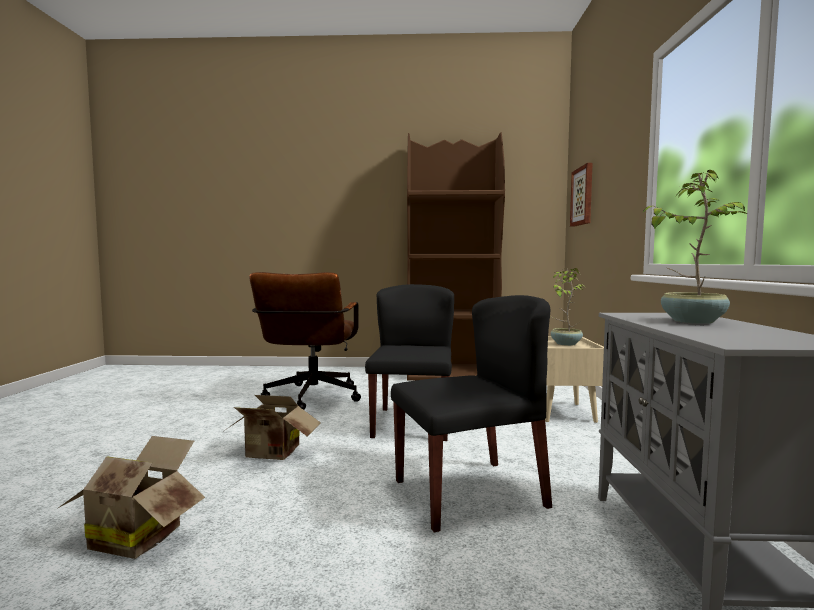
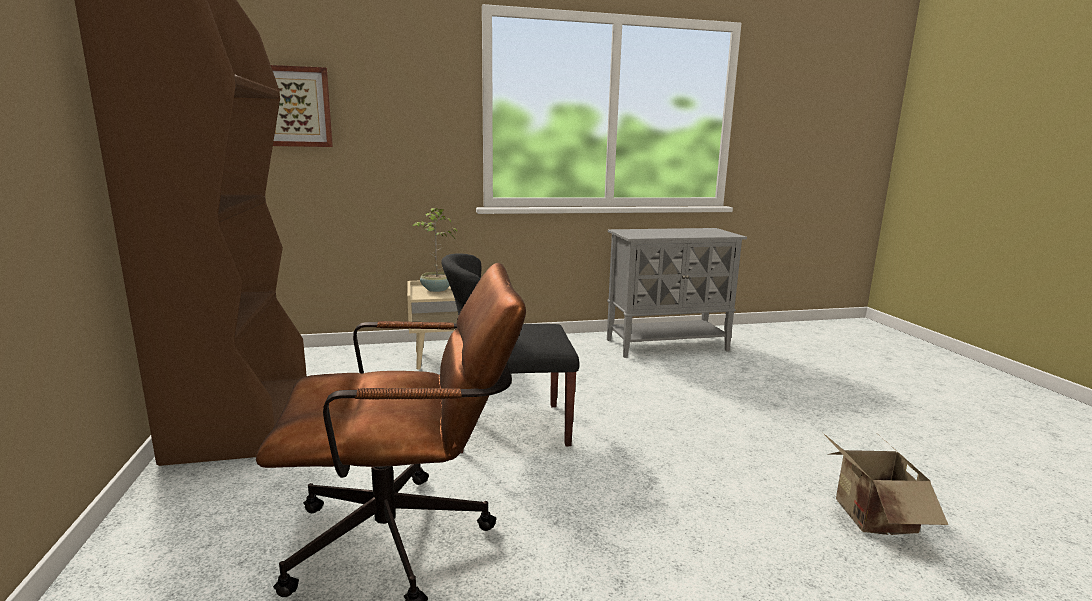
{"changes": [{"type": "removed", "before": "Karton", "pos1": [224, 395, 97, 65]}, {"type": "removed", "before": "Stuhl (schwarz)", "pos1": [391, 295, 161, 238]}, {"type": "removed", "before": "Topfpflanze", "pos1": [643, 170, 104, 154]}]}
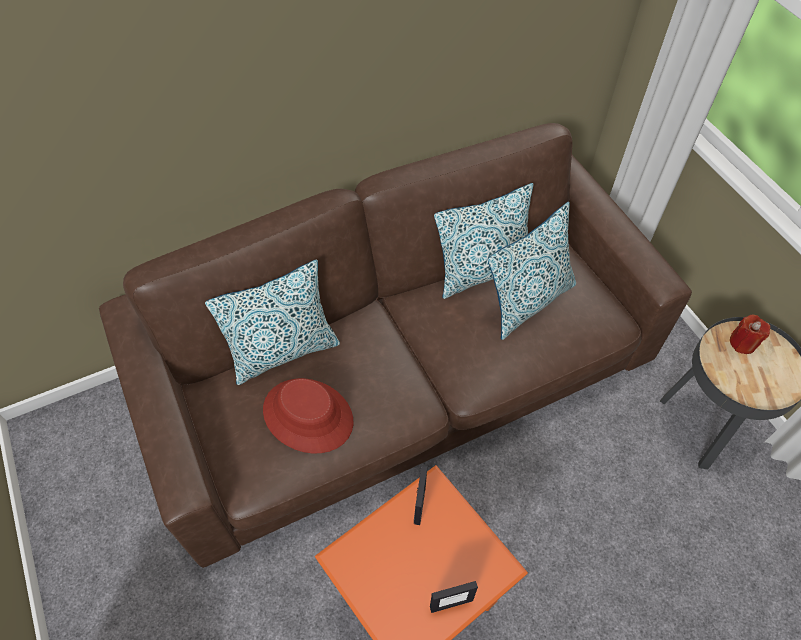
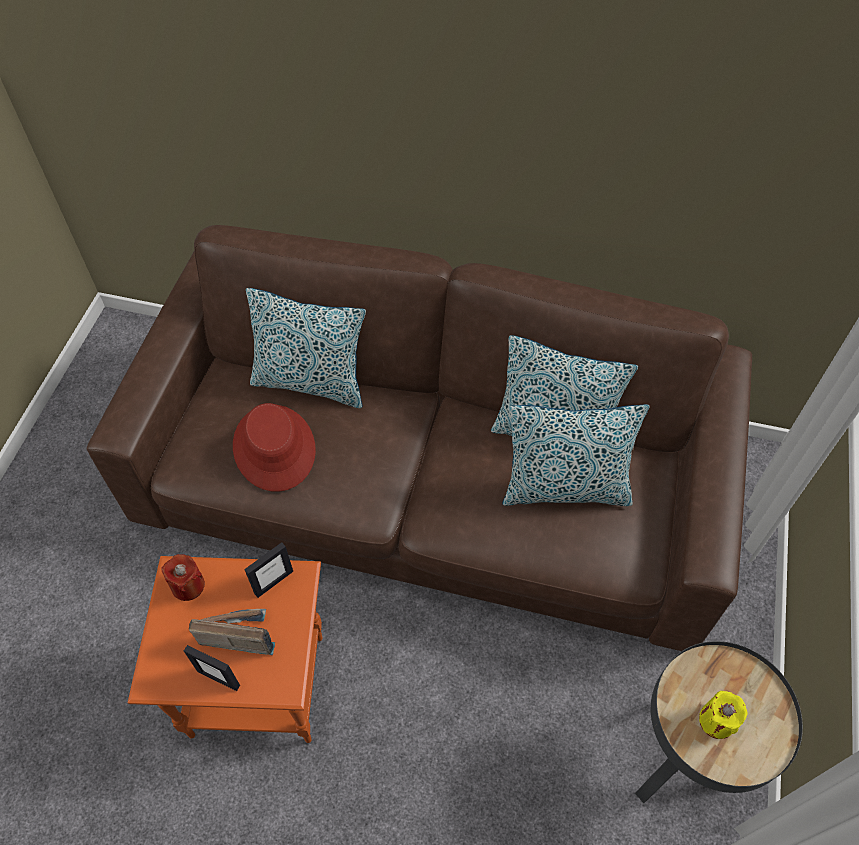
{"changes": [{"type": "moved", "before": "Kerze (rot)", "pos1": [730, 315, 40, 39], "pos2": [161, 554, 44, 47]}, {"type": "added", "after": "Radio", "pos2": [189, 609, 86, 46]}, {"type": "added", "after": "Kerze (gelb)", "pos2": [699, 691, 48, 48]}]}
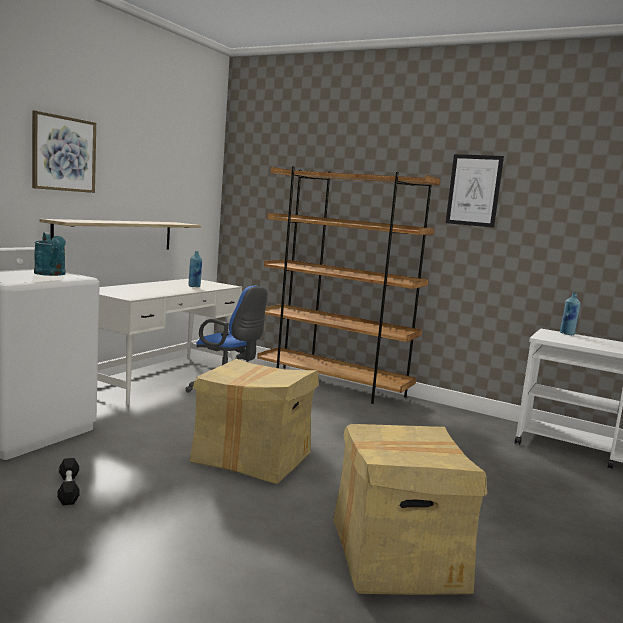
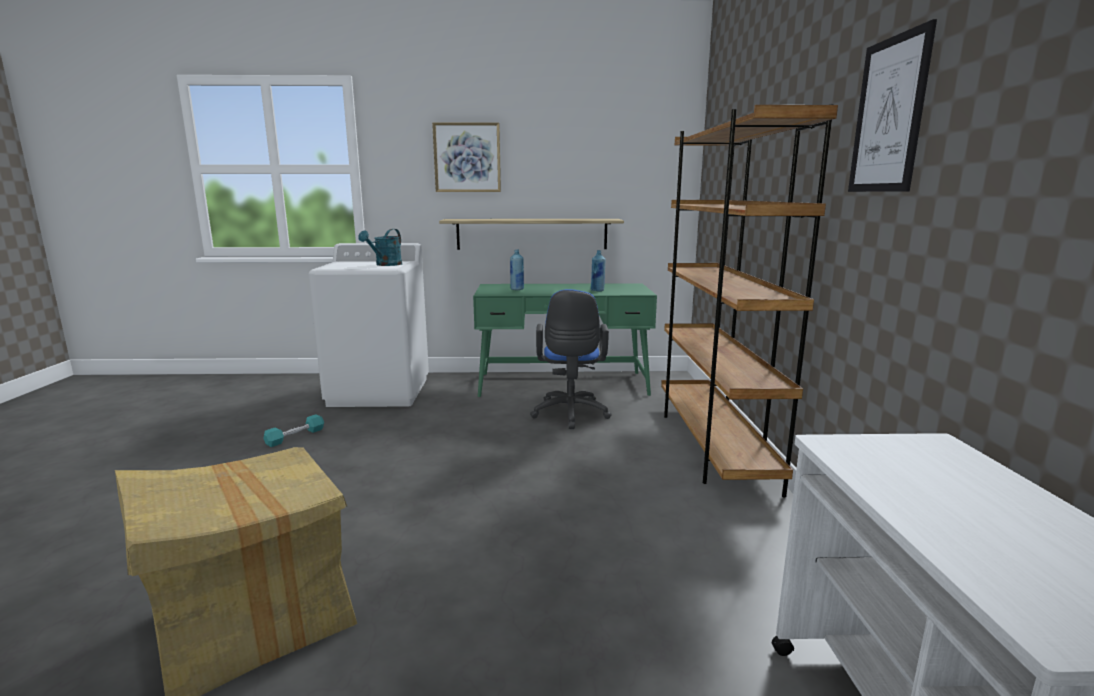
{"changes": [{"type": "recoloured", "before": "Hantel (schwarz)", "after": "Hantel (türkis)", "pos1": [57, 458, 23, 47], "pos2": [263, 414, 61, 33]}, {"type": "recoloured", "before": "Schreibtisch (weiß)", "after": "Schreibtisch (grün)", "pos1": [97, 279, 145, 126], "pos2": [473, 283, 184, 114]}, {"type": "removed", "before": "Karton", "pos1": [190, 359, 129, 125]}, {"type": "moved", "before": "Flasche (blau)", "pos1": [560, 293, 21, 42], "pos2": [510, 250, 14, 40]}]}
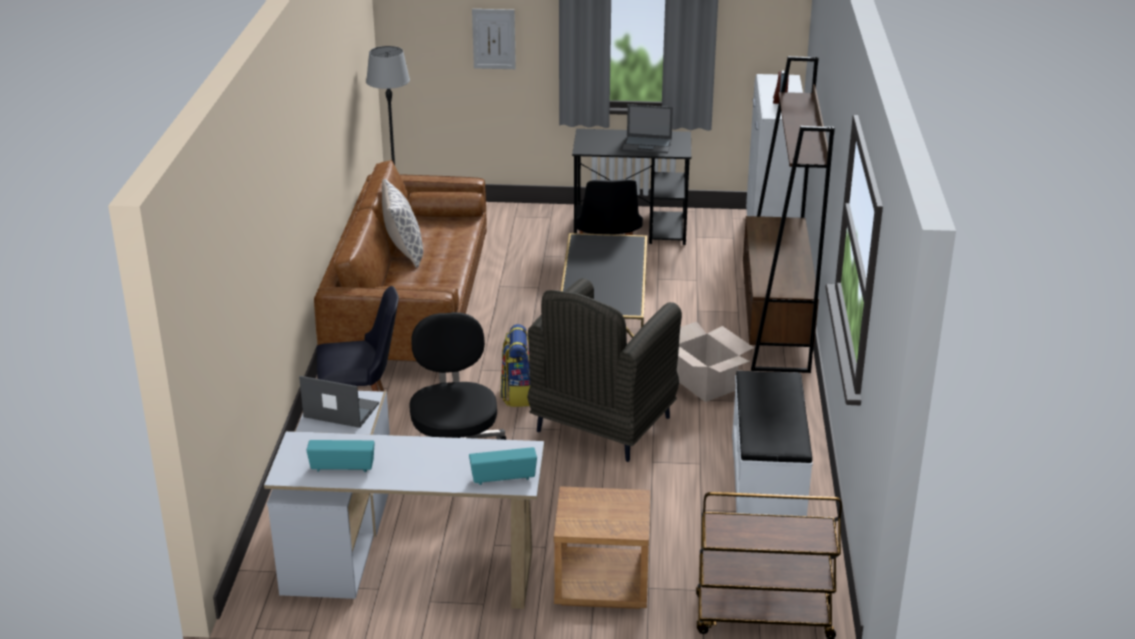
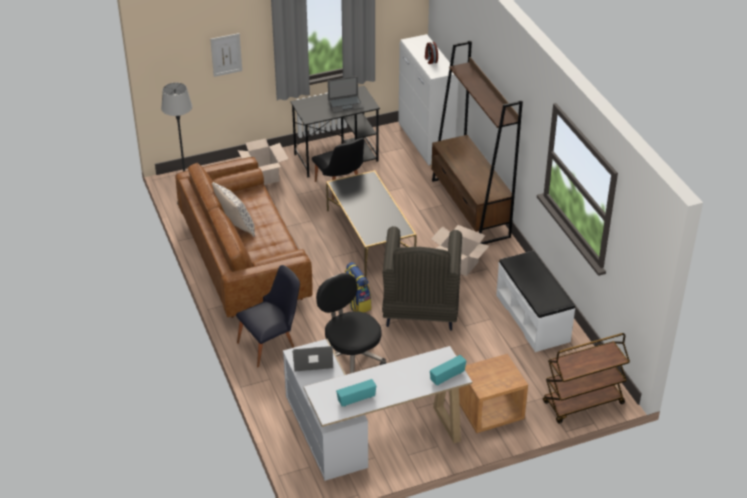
{"changes": [{"type": "added", "after": "Karton", "pos2": [238, 138, 51, 47]}]}
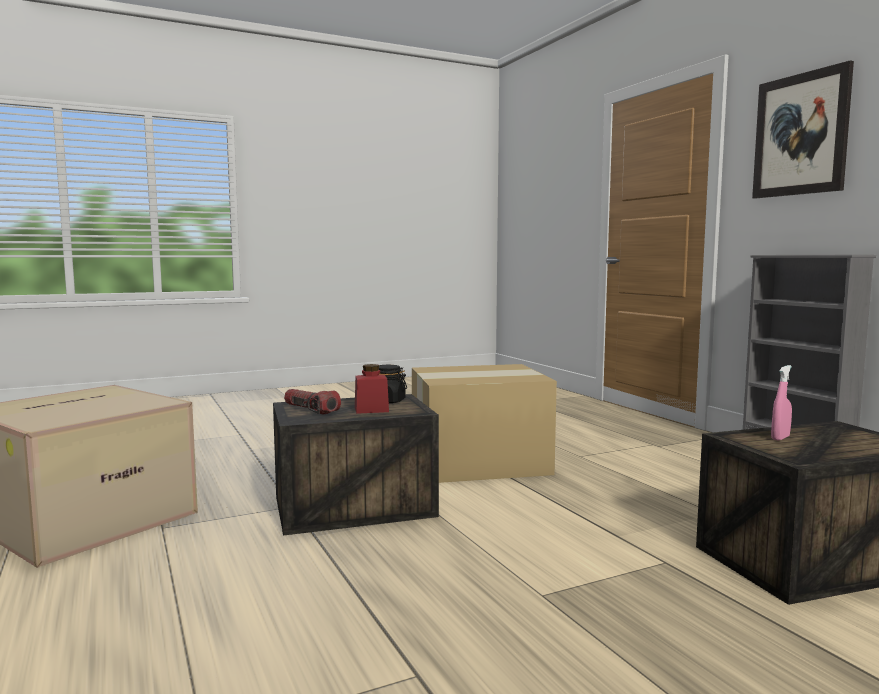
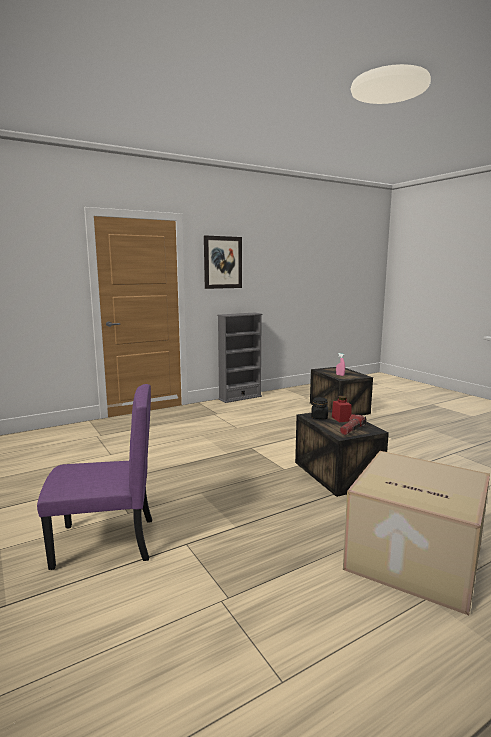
{"changes": [{"type": "removed", "before": "Karton", "pos1": [412, 364, 145, 119]}, {"type": "added", "after": "Stuhl (lila)", "pos2": [37, 384, 115, 186]}]}
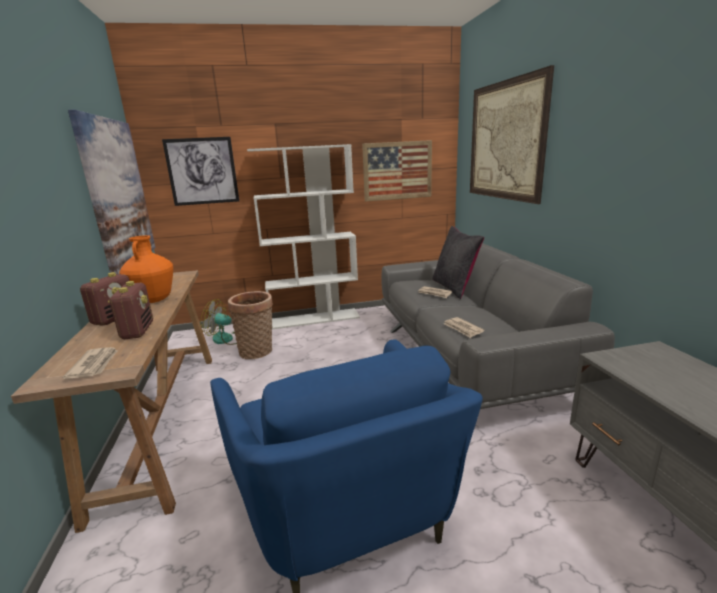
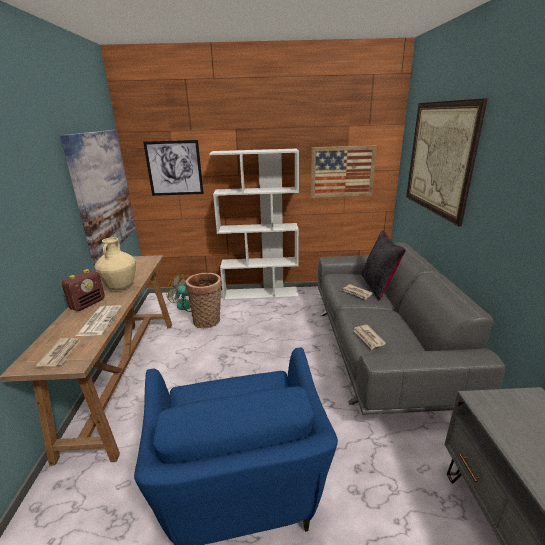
{"changes": [{"type": "replaced", "before": "Radio", "after": "Zeitung", "pos1": [108, 281, 45, 58], "pos2": [76, 306, 46, 30]}, {"type": "recoloured", "before": "Vase (orange)", "after": "Vase (beige)", "pos1": [119, 235, 54, 68], "pos2": [94, 237, 42, 54]}]}
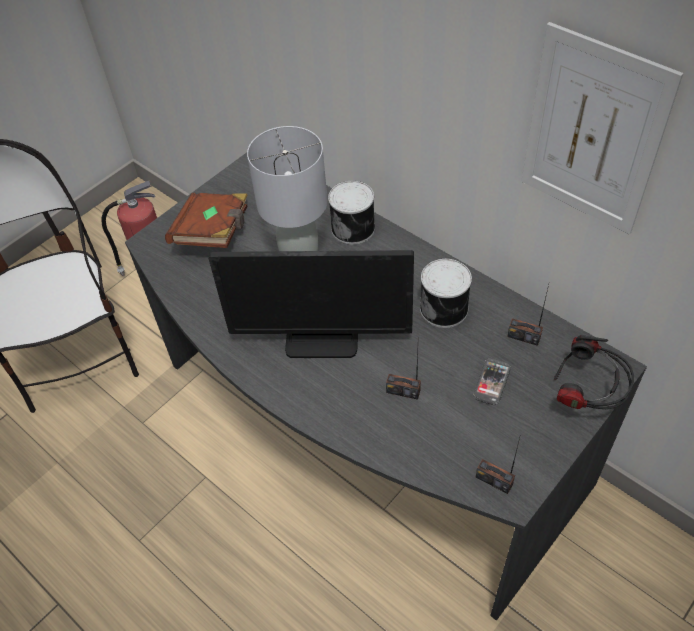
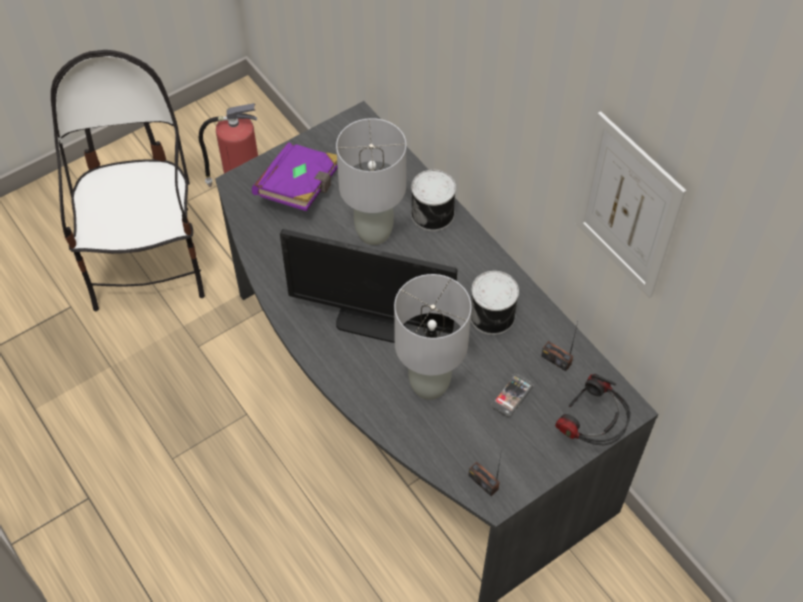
{"changes": [{"type": "recoloured", "before": "Buch (braun)", "after": "Buch (lila)", "pos1": [165, 193, 83, 55], "pos2": [252, 142, 86, 69]}, {"type": "replaced", "before": "Radio", "after": "Tischlampe (grau)", "pos1": [386, 351, 35, 49], "pos2": [394, 274, 78, 126]}]}
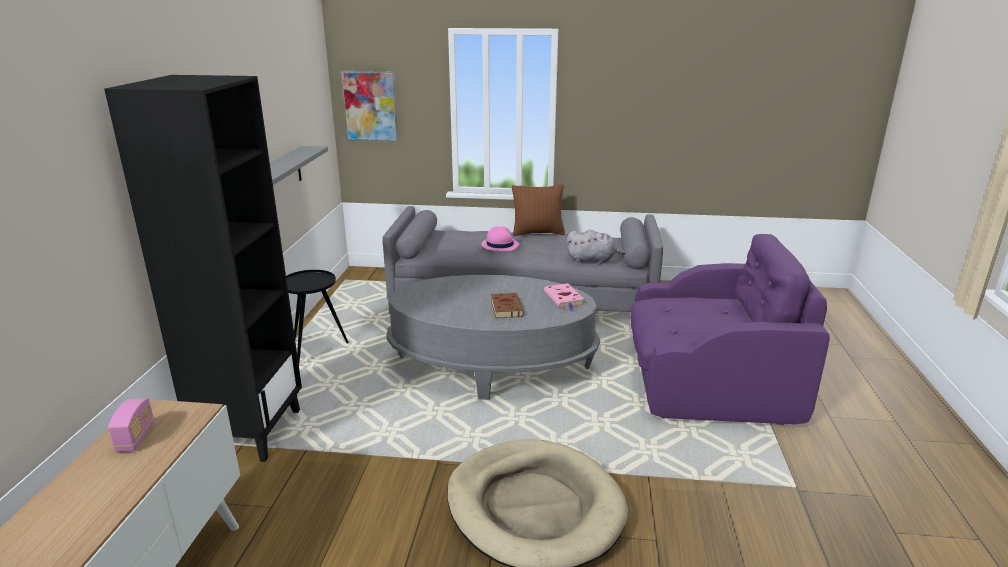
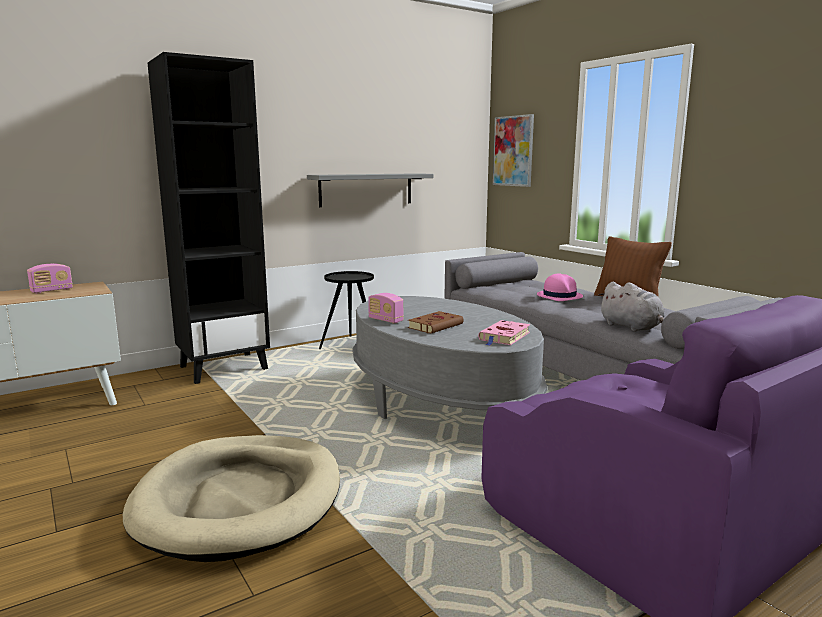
{"changes": [{"type": "added", "after": "Radio", "pos2": [368, 293, 36, 30]}]}
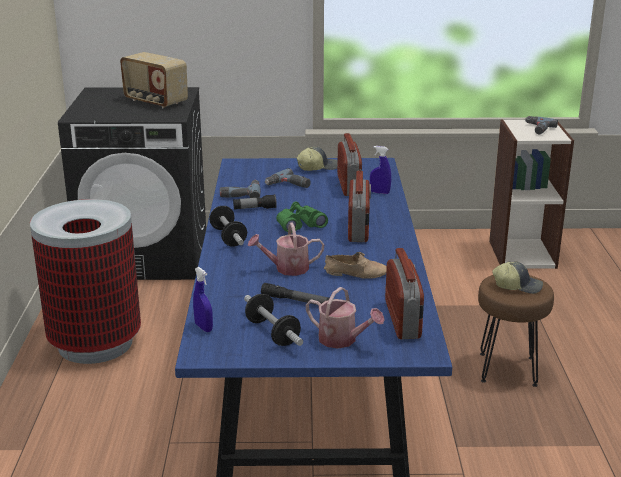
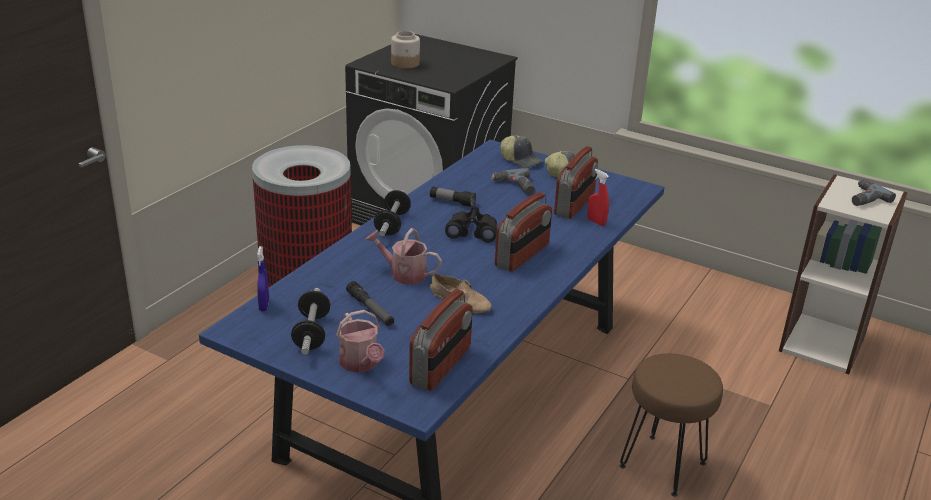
{"changes": [{"type": "removed", "before": "Radio", "pos1": [120, 52, 68, 56]}, {"type": "removed", "before": "Bohrmaschine", "pos1": [220, 180, 41, 18]}, {"type": "recoloured", "before": "Fernglas (grün)", "after": "Fernglas (schwarz)", "pos1": [276, 202, 52, 31], "pos2": [445, 207, 52, 35]}, {"type": "recoloured", "before": "Sprühflasche (blau)", "after": "Sprühflasche (rot)", "pos1": [370, 146, 21, 48], "pos2": [587, 169, 22, 57]}, {"type": "moved", "before": "Kappe", "pos1": [492, 262, 51, 32], "pos2": [500, 135, 43, 33]}, {"type": "added", "after": "Vorratsglas", "pos2": [391, 31, 29, 38]}]}
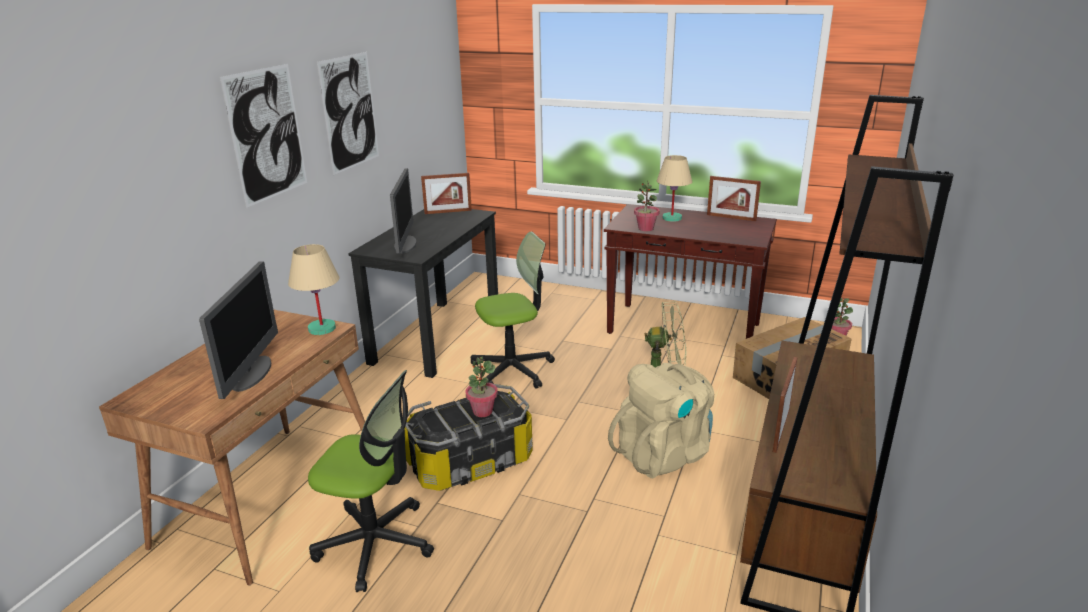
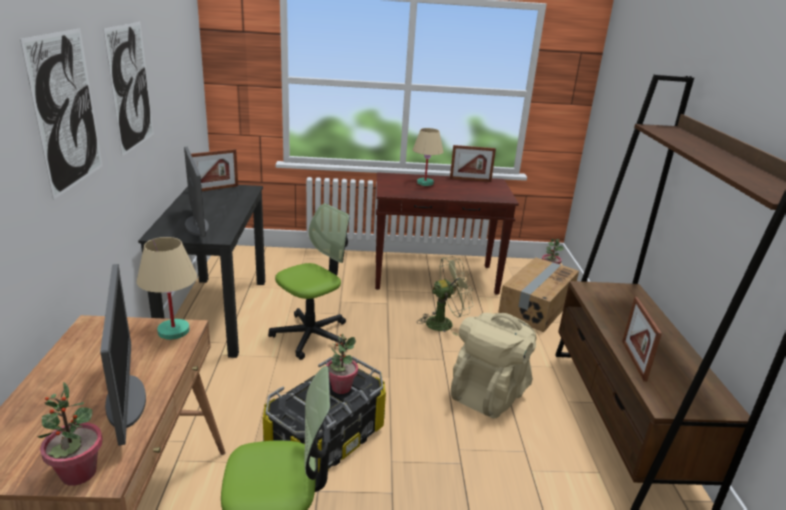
{"changes": [{"type": "moved", "before": "Topfpflanze", "pos1": [634, 182, 26, 49], "pos2": [37, 382, 66, 104]}]}
